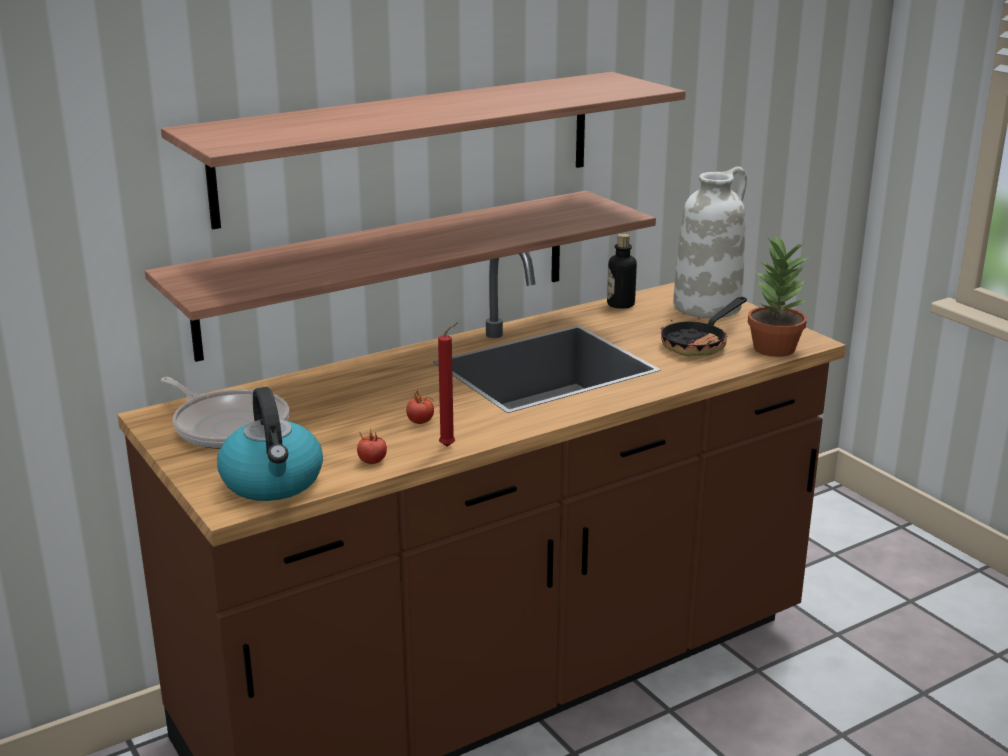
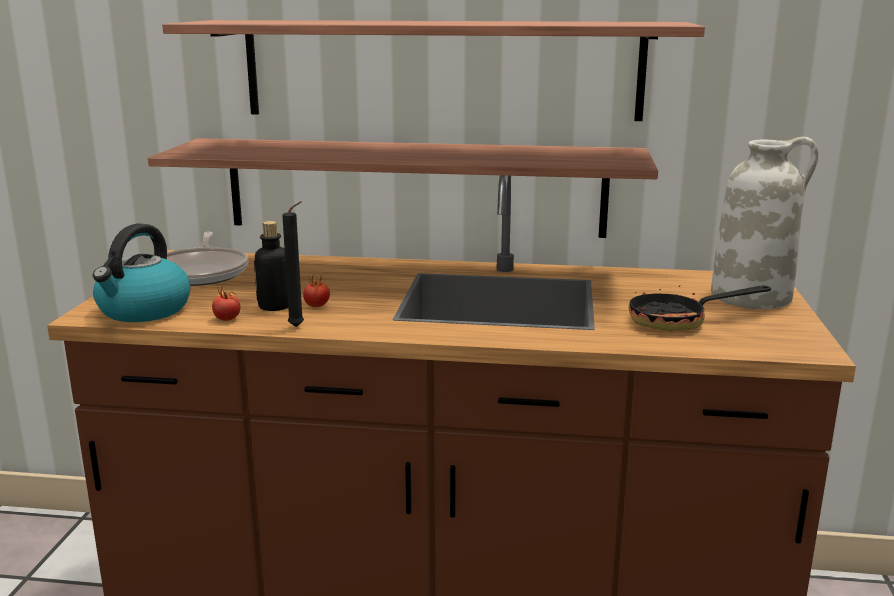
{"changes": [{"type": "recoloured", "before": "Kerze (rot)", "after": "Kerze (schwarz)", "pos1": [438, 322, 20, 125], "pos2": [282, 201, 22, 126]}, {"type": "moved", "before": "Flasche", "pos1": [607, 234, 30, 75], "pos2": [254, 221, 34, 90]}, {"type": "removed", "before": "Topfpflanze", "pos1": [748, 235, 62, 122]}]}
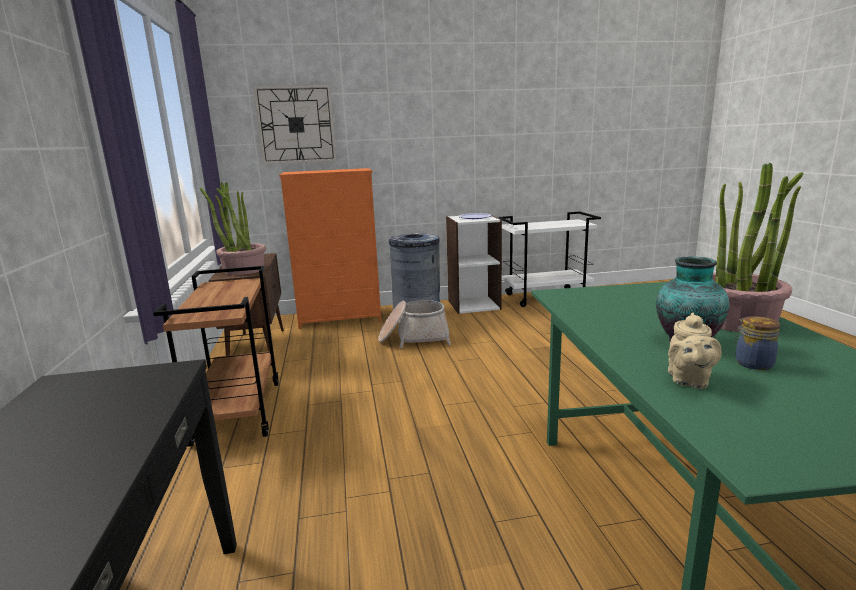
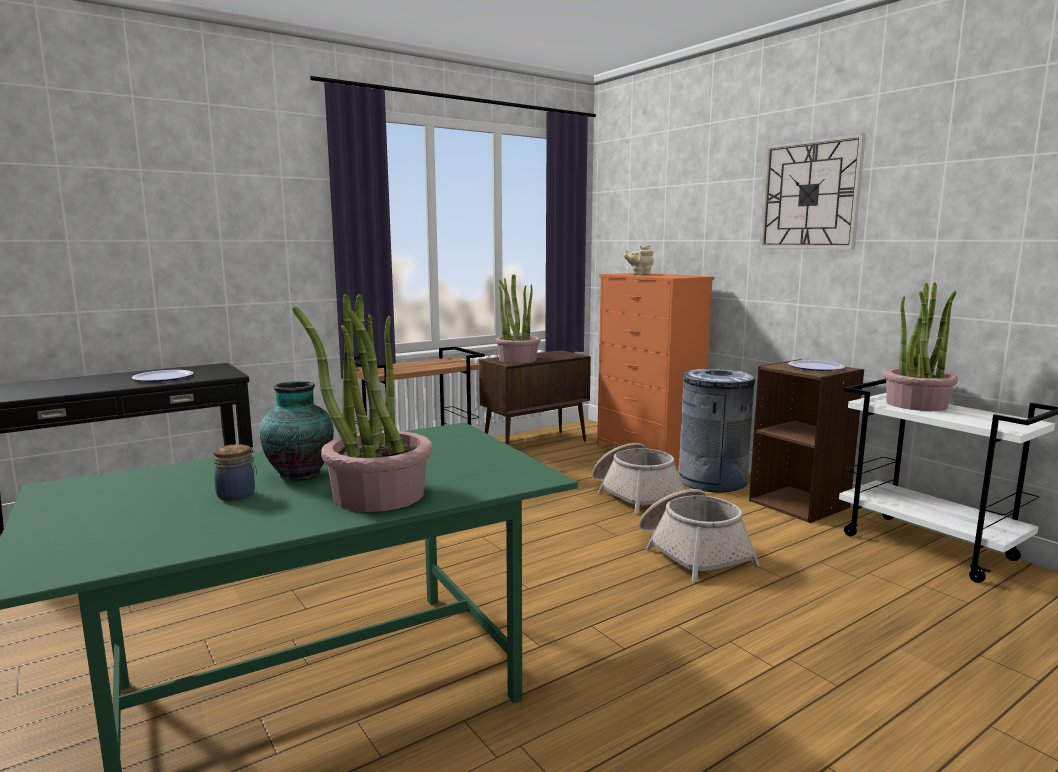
{"changes": [{"type": "moved", "before": "Wanduhr", "pos1": [253, 85, 84, 79], "pos2": [759, 133, 107, 116]}, {"type": "recoloured", "before": "Bücherregal (weiß)", "after": "Bücherregal (braun)", "pos1": [446, 216, 56, 98], "pos2": [749, 359, 115, 164]}, {"type": "moved", "before": "Teekanne (beige)", "pos1": [668, 313, 54, 76], "pos2": [624, 245, 30, 30]}, {"type": "added", "after": "Teller", "pos2": [132, 370, 62, 11]}, {"type": "added", "after": "Korb", "pos2": [639, 489, 121, 93]}, {"type": "added", "after": "Topfpflanze", "pos2": [883, 282, 75, 129]}]}
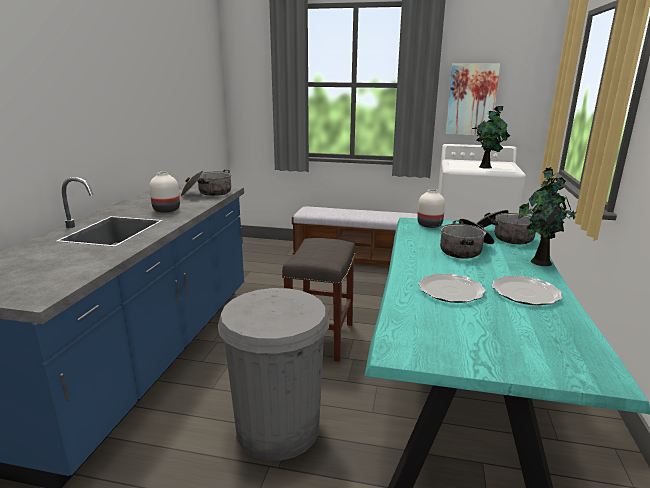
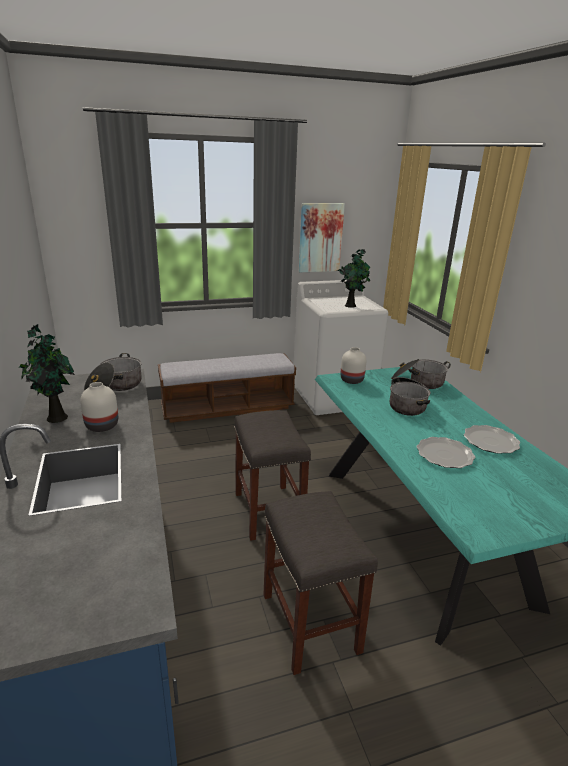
{"changes": [{"type": "replaced", "before": "Mülleimer (grau)", "after": "Hocker (grau)", "pos1": [218, 288, 111, 173], "pos2": [263, 491, 115, 184]}, {"type": "moved", "before": "Topfpflanze", "pos1": [519, 167, 57, 99], "pos2": [19, 324, 56, 99]}]}
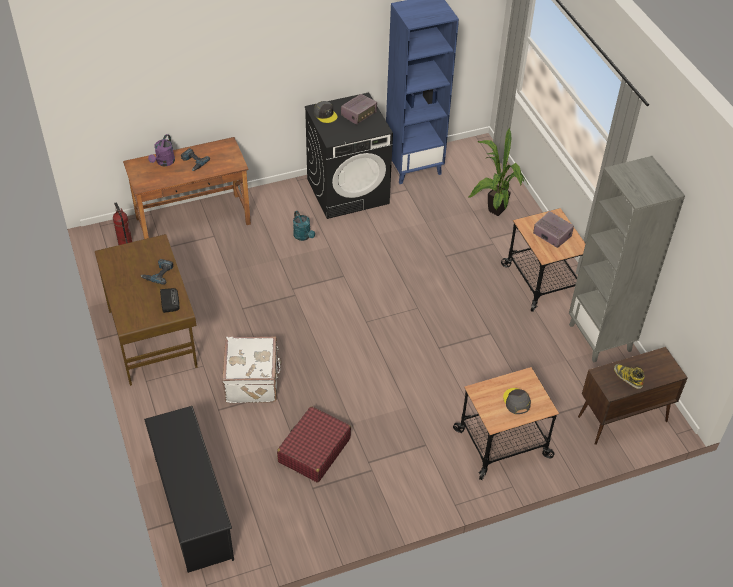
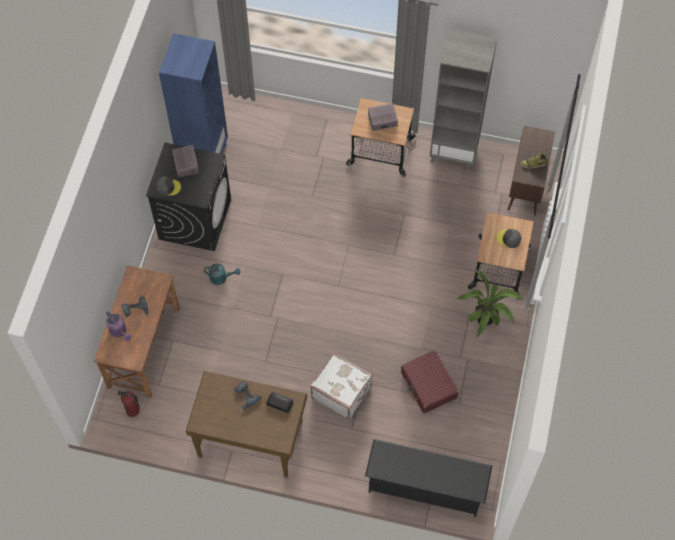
{"changes": [{"type": "moved", "before": "Topfpflanze", "pos1": [469, 128, 59, 88], "pos2": [456, 269, 68, 68]}]}
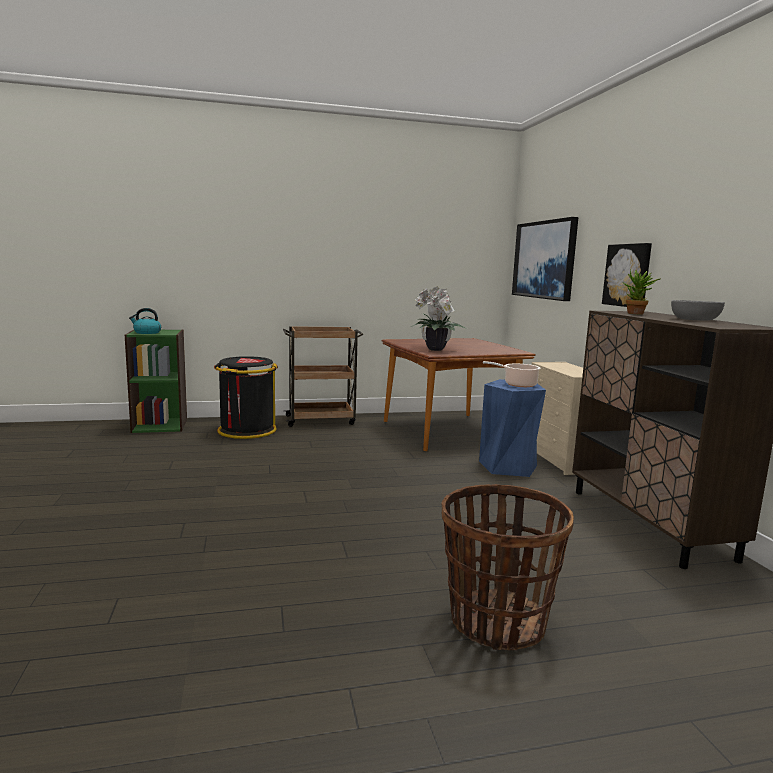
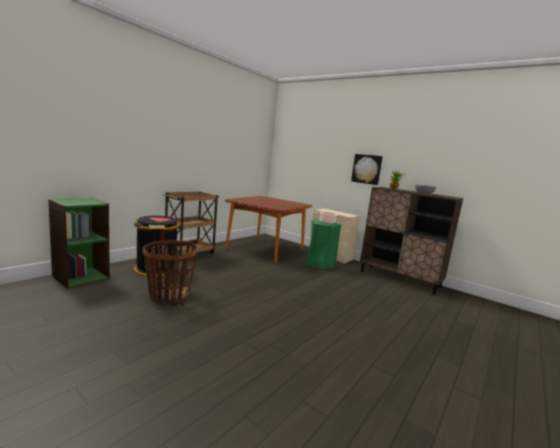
{"changes": [{"type": "removed", "before": "Wasserkessel", "pos1": [129, 308, 32, 26]}, {"type": "removed", "before": "Topfpflanze", "pos1": [411, 286, 56, 65]}, {"type": "moved", "before": "Korb", "pos1": [441, 484, 133, 166], "pos2": [143, 240, 55, 63]}, {"type": "recoloured", "before": "Hocker (blau)", "after": "Hocker (grün)", "pos1": [479, 379, 67, 98], "pos2": [306, 220, 35, 50]}, {"type": "removed", "before": "Bild", "pos1": [512, 217, 66, 84]}]}
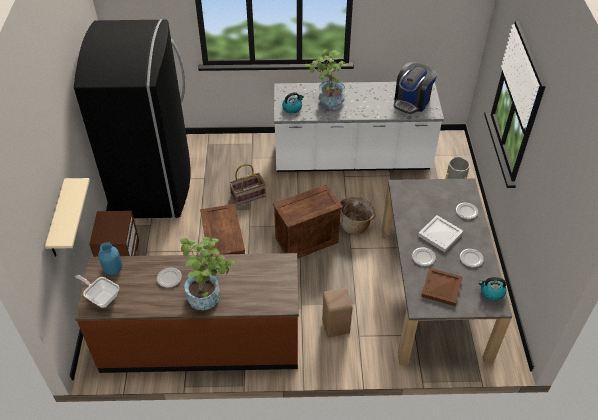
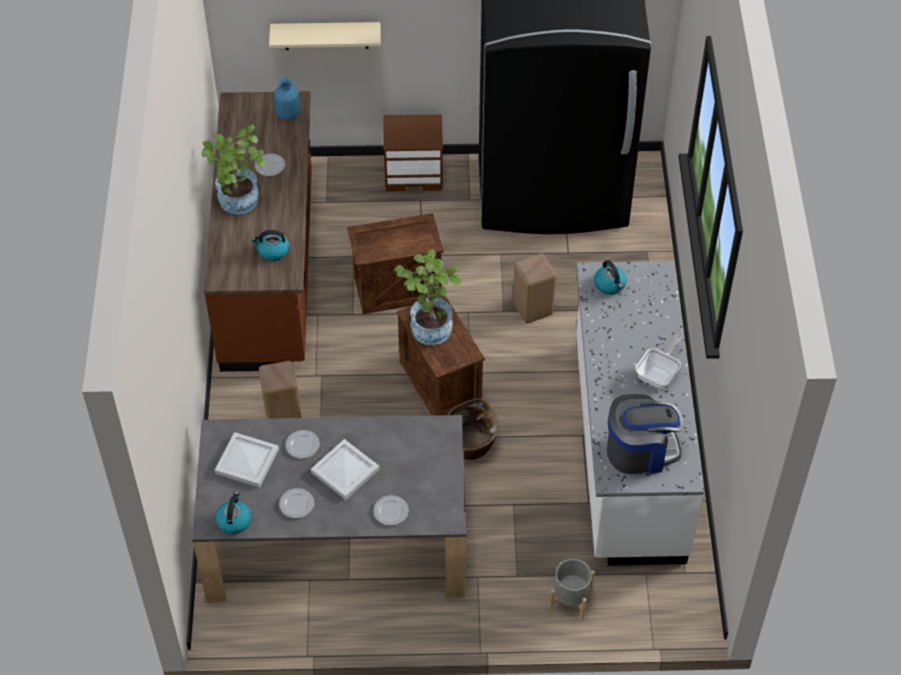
{"changes": [{"type": "moved", "before": "Pfanne", "pos1": [75, 275, 44, 33], "pos2": [635, 335, 47, 53]}, {"type": "replaced", "before": "Korb", "after": "Hocker (beige)", "pos1": [229, 164, 37, 42], "pos2": [513, 253, 43, 70]}, {"type": "moved", "before": "Topfpflanze", "pos1": [305, 49, 43, 60], "pos2": [394, 249, 67, 96]}, {"type": "turned", "before": "Kaffeemaschine", "pos1": [394, 62, 43, 52], "pos2": [607, 394, 77, 80], "turn": 135}, {"type": "recoloured", "before": "Tablett (braun)", "after": "Tablett (weiß)", "pos1": [421, 268, 42, 38], "pos2": [215, 432, 64, 56]}, {"type": "added", "after": "Wasserkessel", "pos2": [251, 230, 38, 31]}]}
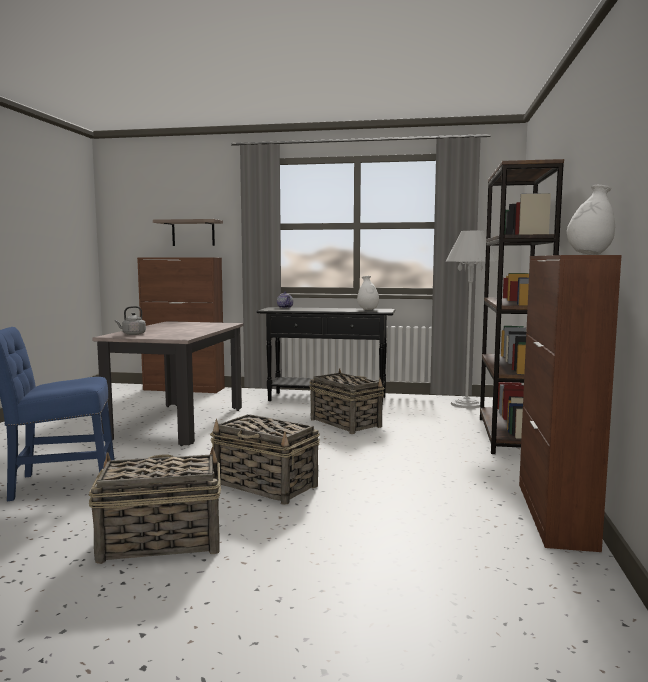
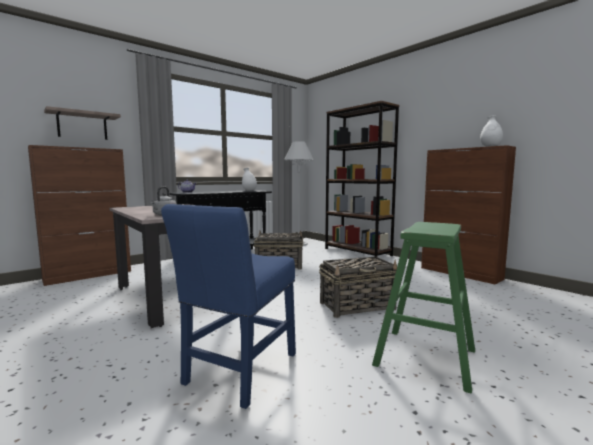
{"changes": [{"type": "replaced", "before": "Korb", "after": "Hocker (grün)", "pos1": [89, 447, 132, 117], "pos2": [372, 222, 103, 172]}]}
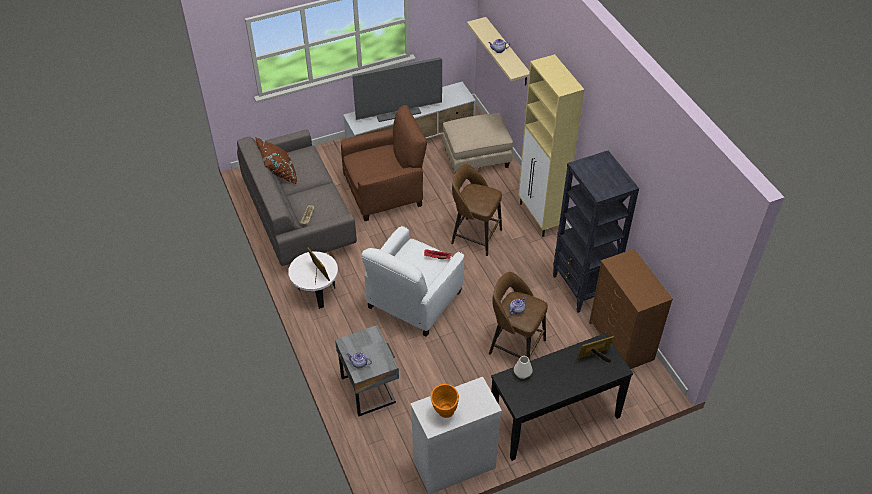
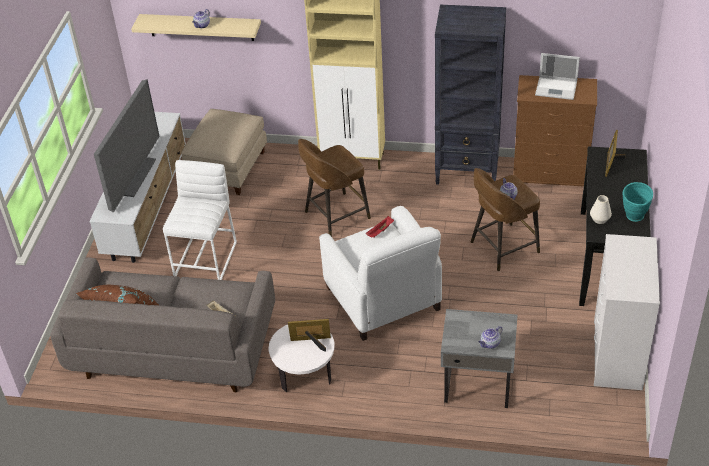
{"changes": [{"type": "replaced", "before": "Sessel (braun)", "after": "Hocker (weiß)", "pos1": [341, 105, 86, 116], "pos2": [163, 160, 74, 120]}, {"type": "removed", "before": "Vase (orange)", "pos1": [431, 384, 28, 34]}, {"type": "added", "after": "Laptop", "pos2": [535, 53, 45, 47]}, {"type": "added", "after": "Vase (türkis)", "pos2": [623, 182, 30, 40]}]}
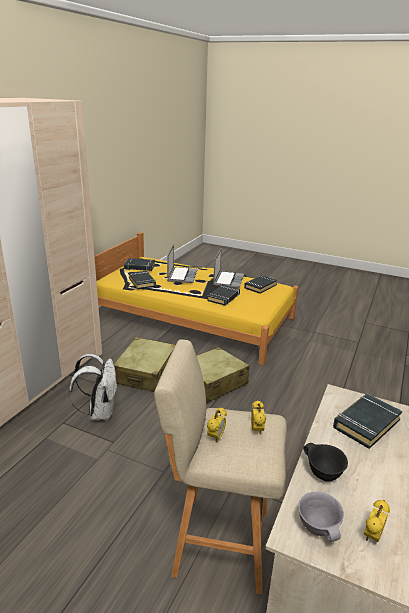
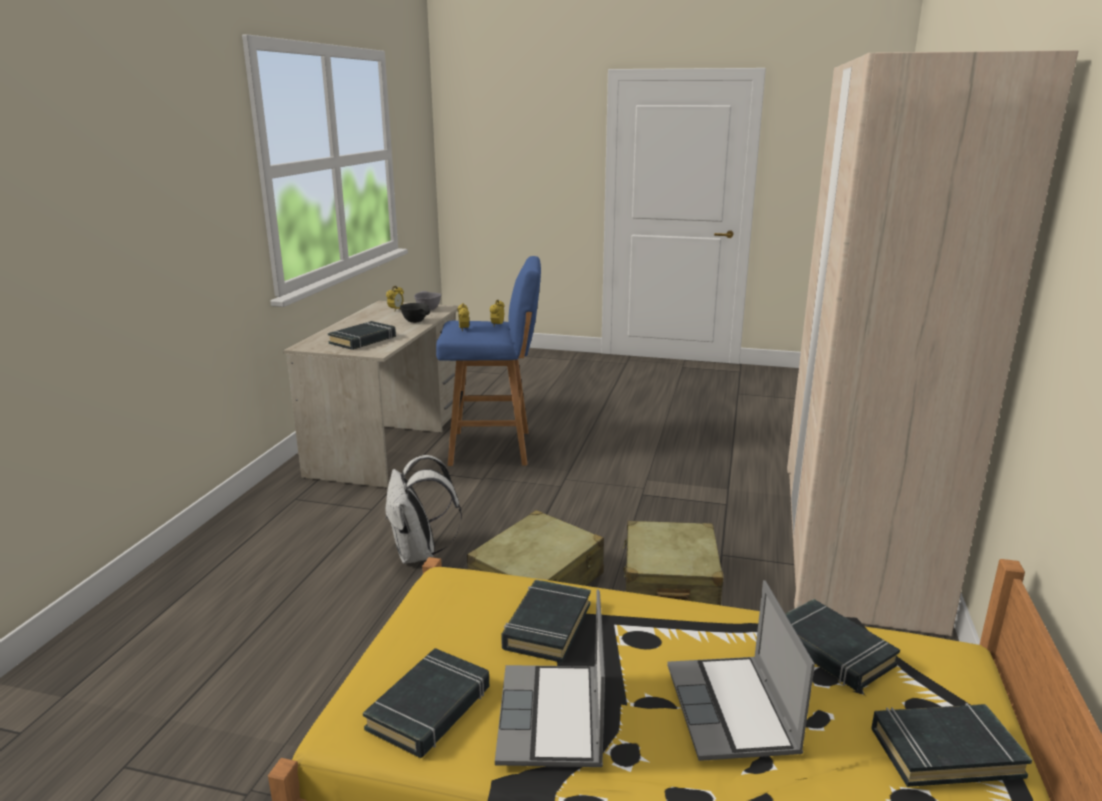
{"changes": [{"type": "moved", "before": "Rucksack (weiß)", "pos1": [69, 354, 48, 66], "pos2": [385, 455, 77, 109]}, {"type": "recoloured", "before": "Hocker (beige)", "after": "Hocker (blau)", "pos1": [154, 339, 133, 255], "pos2": [436, 256, 105, 210]}]}
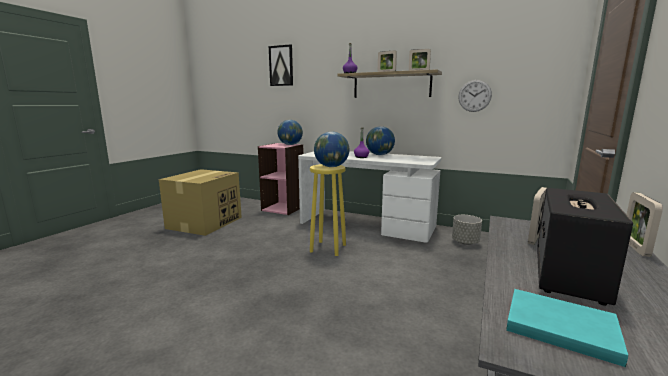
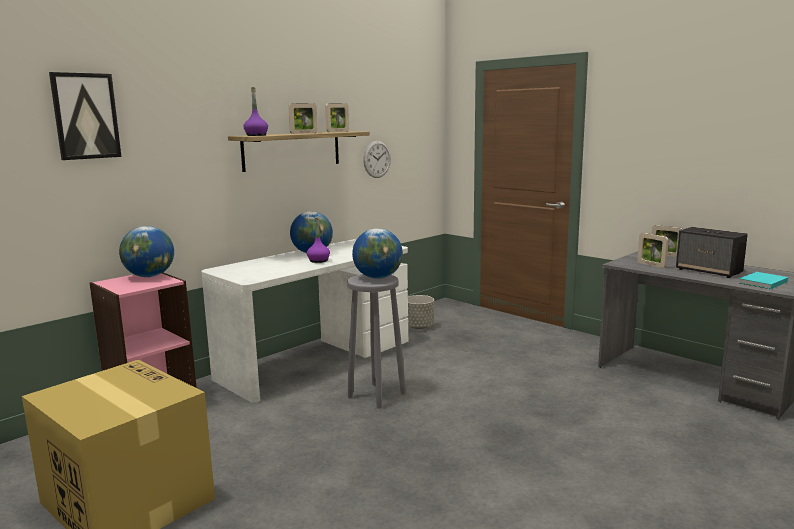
{"changes": [{"type": "recoloured", "before": "Hocker (gelb)", "after": "Hocker (grau)", "pos1": [310, 164, 36, 92], "pos2": [347, 274, 59, 135]}]}
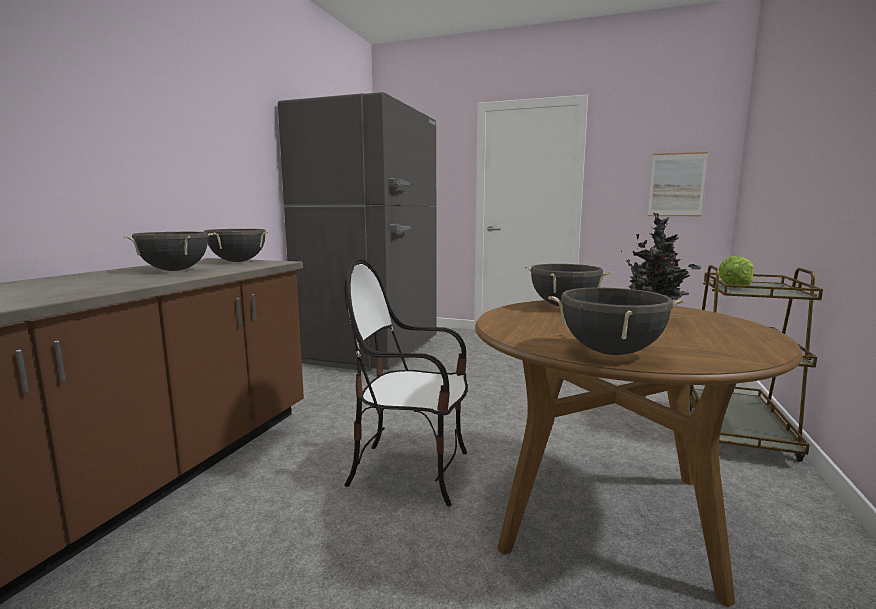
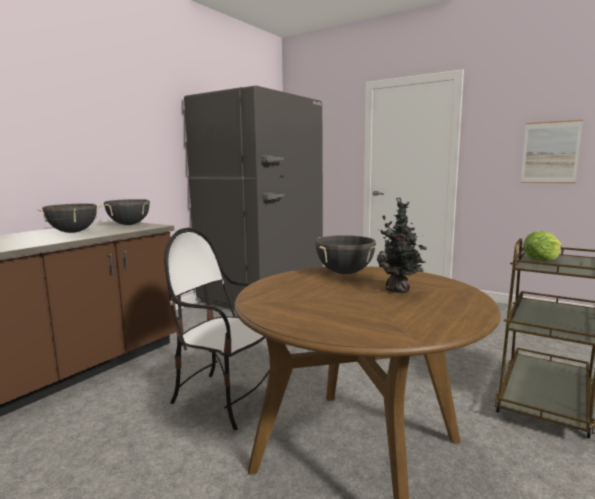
{"changes": [{"type": "removed", "before": "Kochtopf (schwarz)", "pos1": [548, 287, 137, 68]}]}
